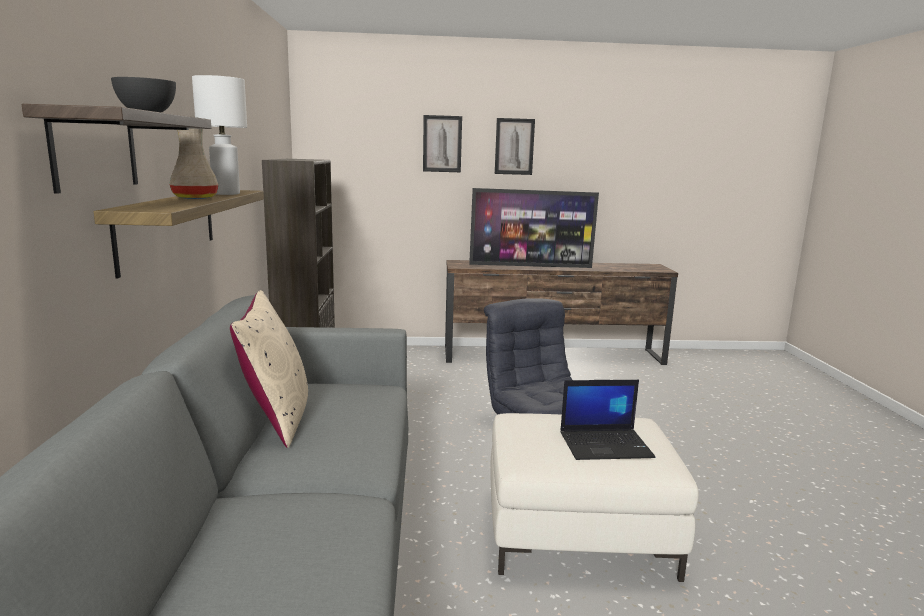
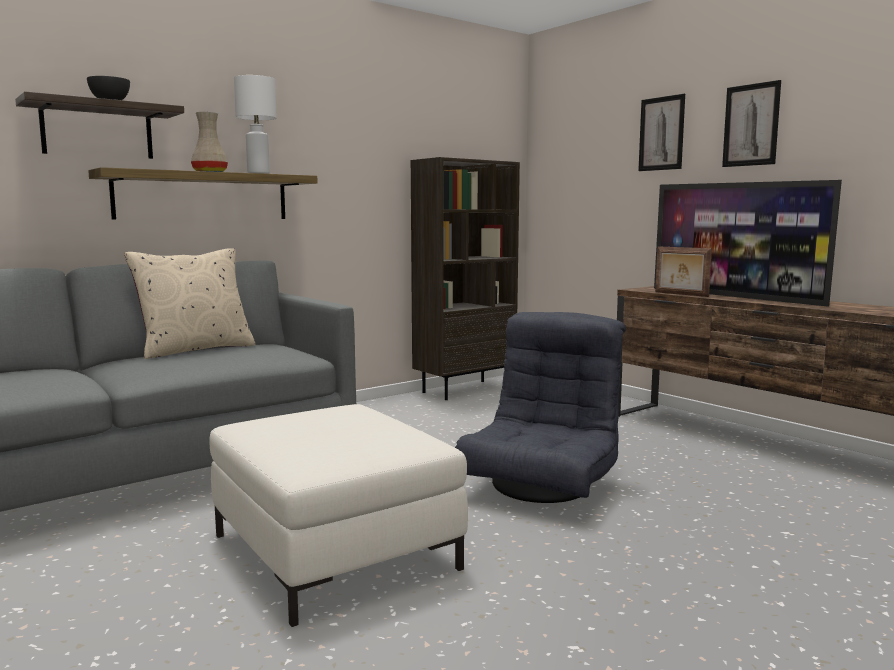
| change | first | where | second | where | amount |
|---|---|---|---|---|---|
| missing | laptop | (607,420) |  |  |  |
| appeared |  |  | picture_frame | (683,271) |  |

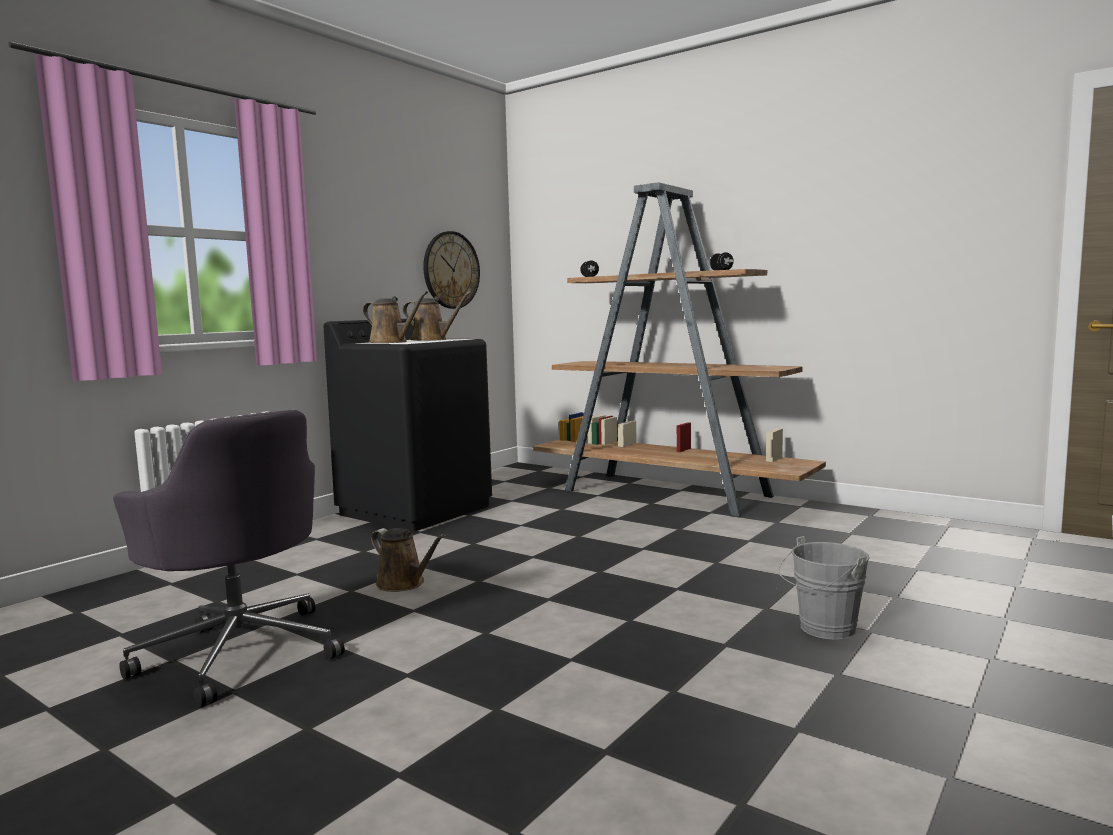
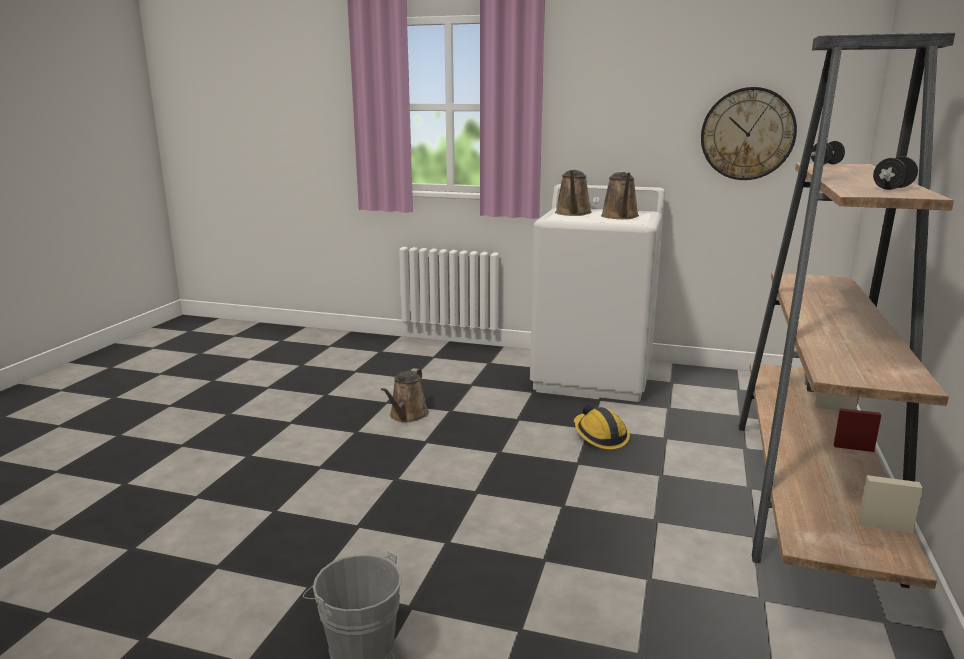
| change | first | where | second | where | amount |
|---|---|---|---|---|---|
| missing | grey_office_chair | (229,558) |  |  |  |
| appeared |  |  | hard_hat | (602,427) |  |
| colour | black_washing_machine | (408,425) | white_washing_machine | (597,293) |  |

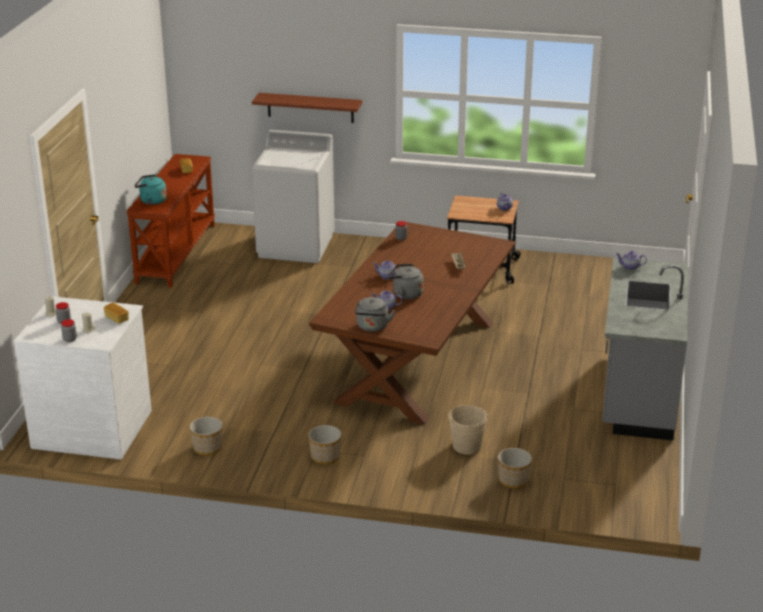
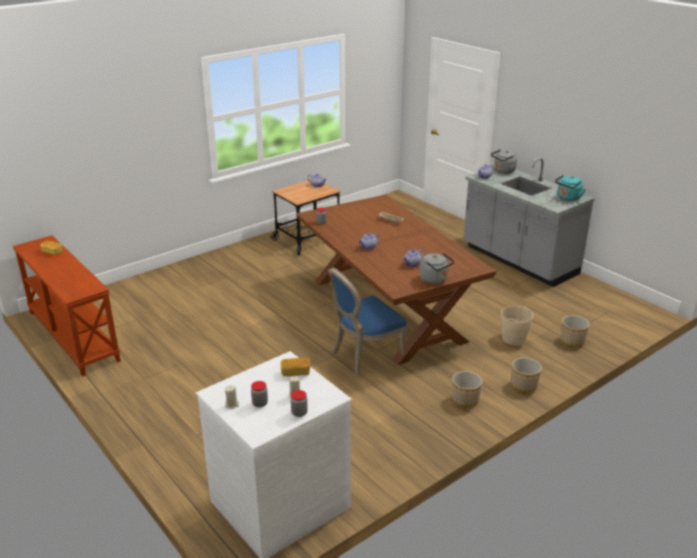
| change | first | where | second | where | amount |
|---|---|---|---|---|---|
| missing | brown_shelf | (307,108) |  |  |  |
| missing | white_washing_machine | (293,196) |  |  |  |
| appeared |  |  | blue_chair | (367,321) |  |
| relocated | turquoise_kettle | (150,189) |  | (570,188) |  |
| relocated | planter | (206,436) |  | (526,375) |  |
| relocated | grey_kettle | (406,281) |  | (504,161) |  |

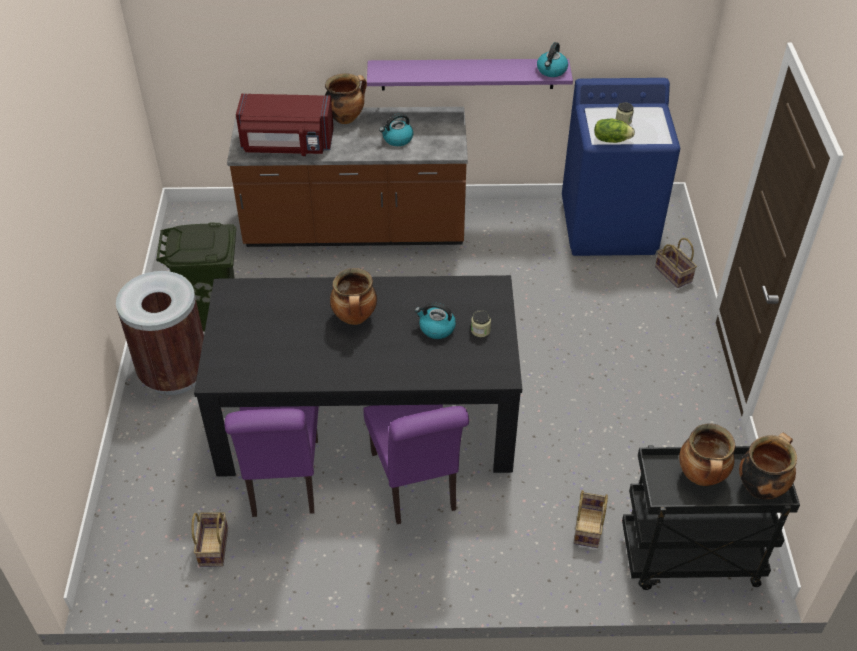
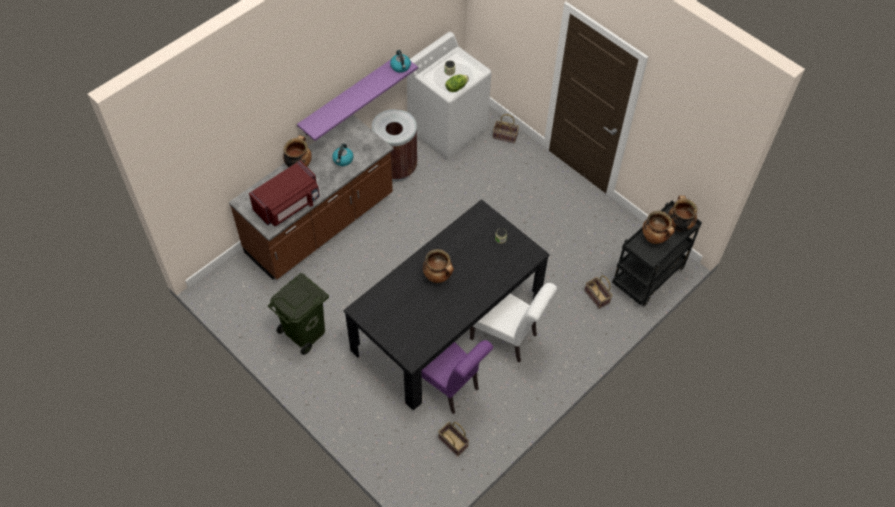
| change | first | where | second | where | amount |
|---|---|---|---|---|---|
| missing | kettle | (435,321) |  |  |  |
| relocated | brown_trash_can | (160,333) |  | (394,145) |  |
| colour | purple_chair | (416,464) | white_chair | (513,323) |  |
| colour | blue_washing_machine | (621,167) | white_washing_machine | (449,96) |  |

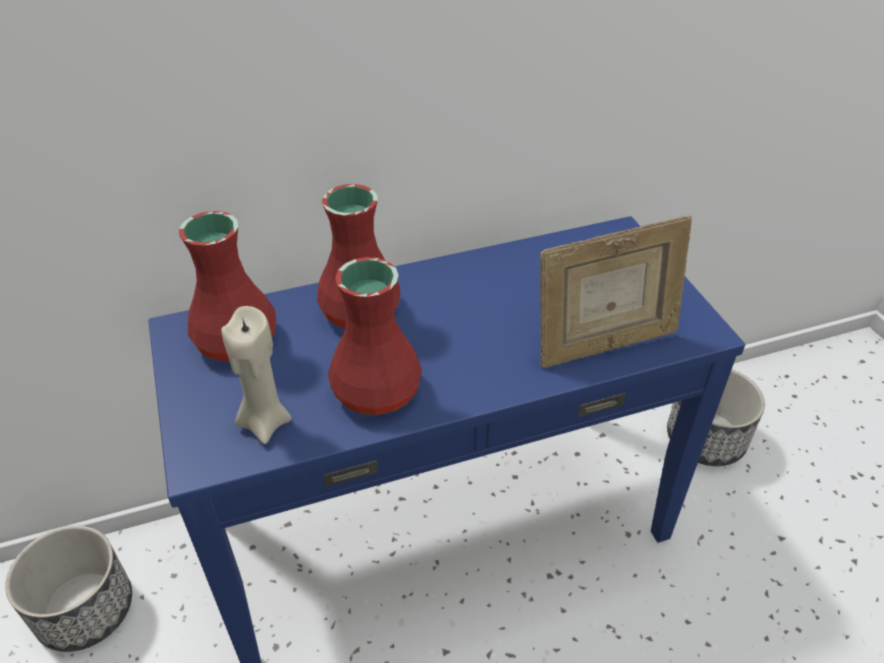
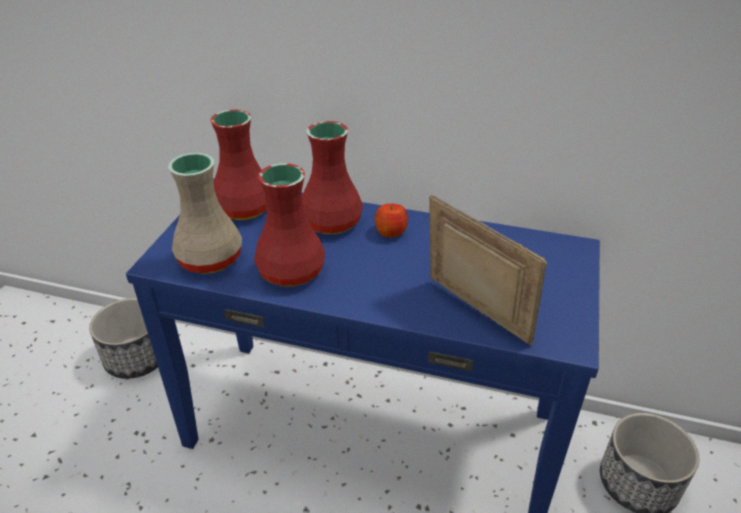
| change | first | where | second | where | amount |
|---|---|---|---|---|---|
| appeared |  |  | apple | (391,220) |  |
| exchanged | beige_candle | (256,375) | beige_vase | (205,213) |  |
| spun | picture_frame | (616,291) |  | (488,270) | 150 degrees counterclockwise |

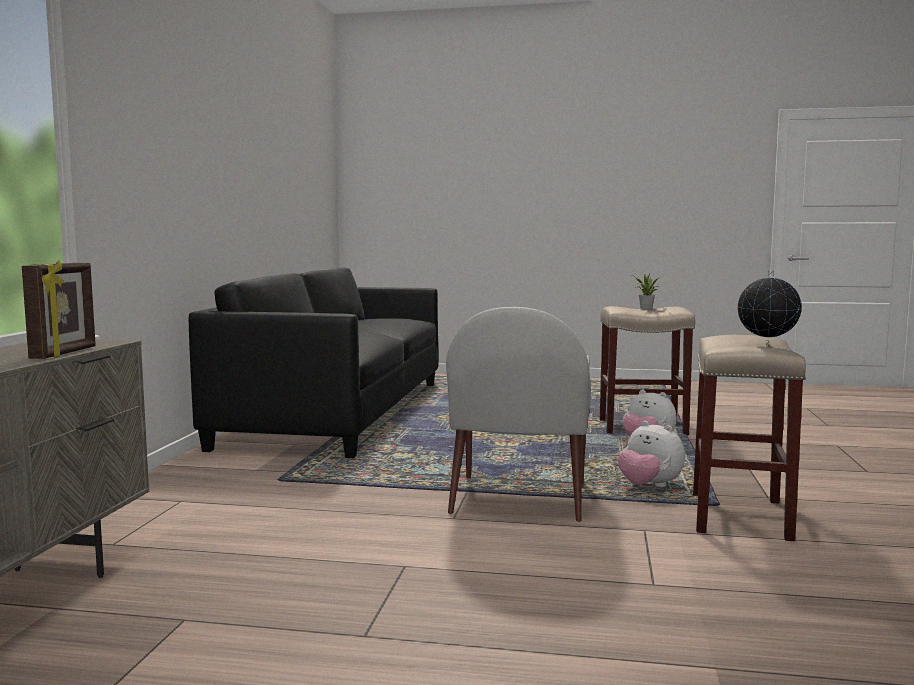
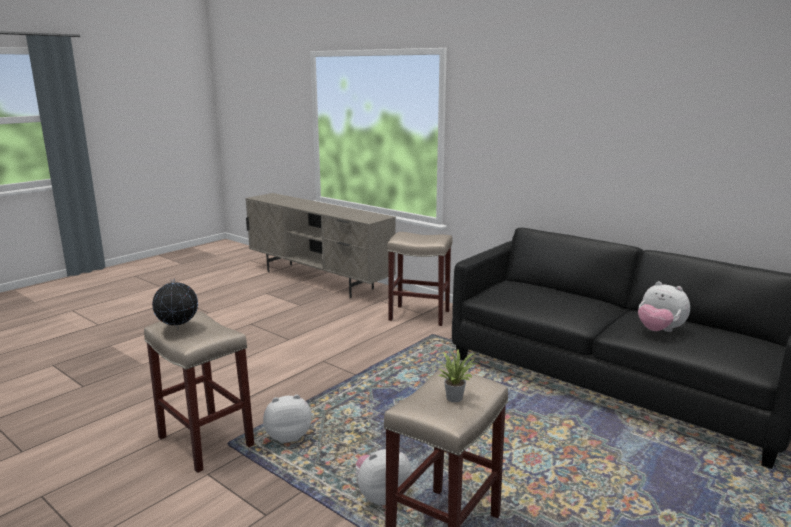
| change | first | where | second | where | amount |
|---|---|---|---|---|---|
| missing | picture_frame | (59,310) |  |  |  |
| missing | white_armchair | (518,414) |  |  |  |
| appeared |  |  | beige_stool | (420,279) |  |
| appeared |  |  | plush_toy | (664,306) |  |

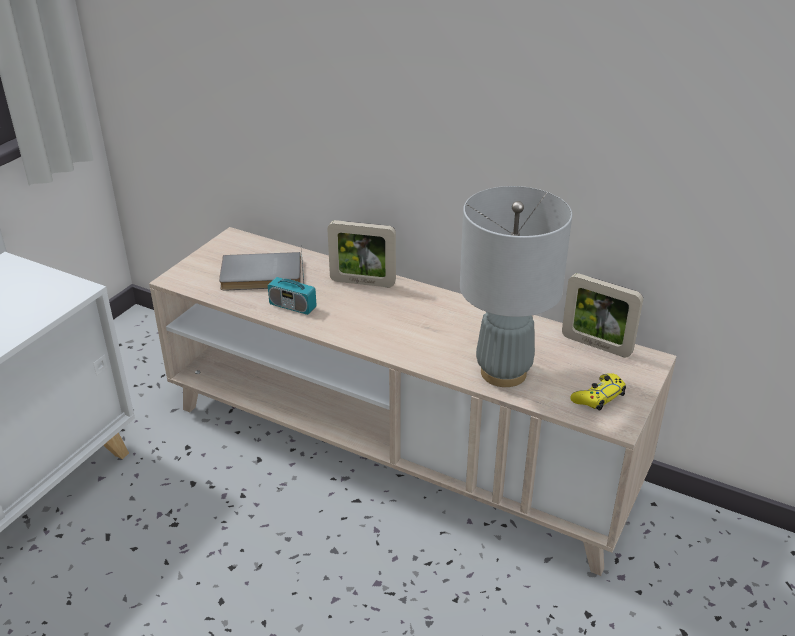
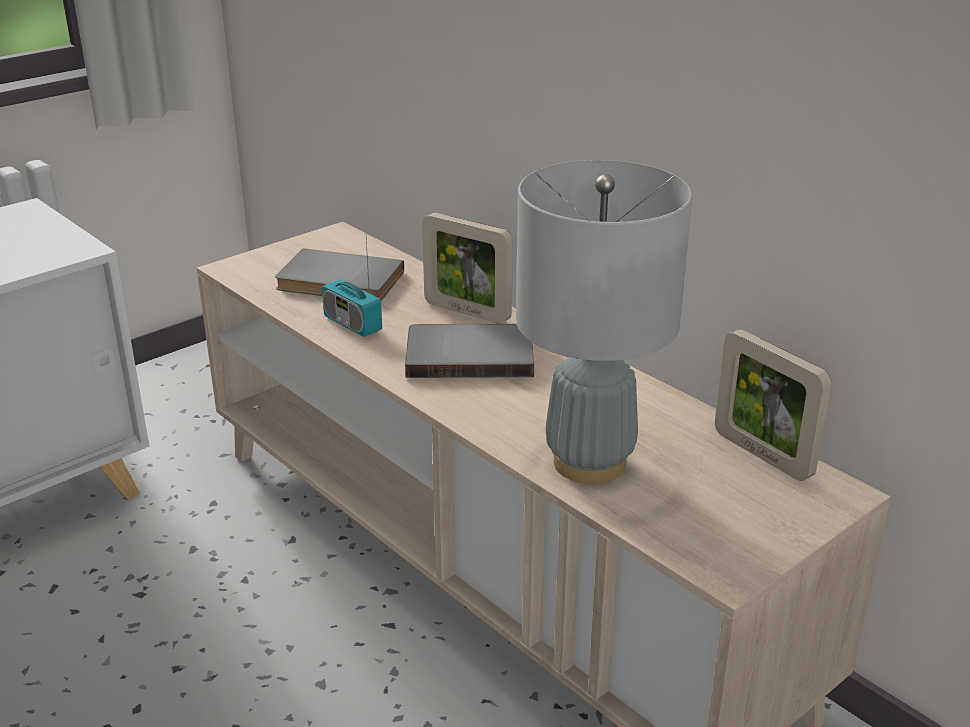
| change | first | where | second | where | amount |
|---|---|---|---|---|---|
| missing | yellow_game_controller | (598,392) |  |  |  |
| appeared |  |  | grey_book | (469,351) |  |

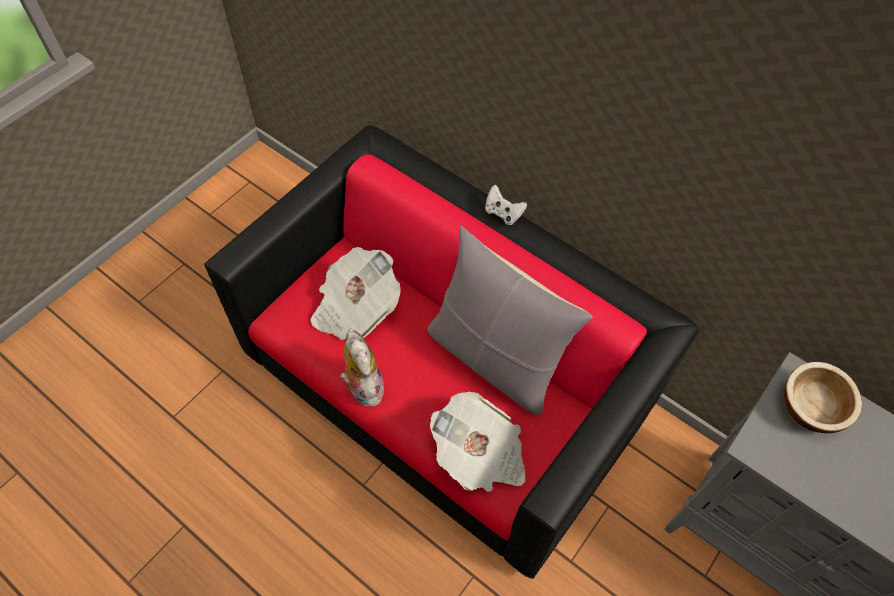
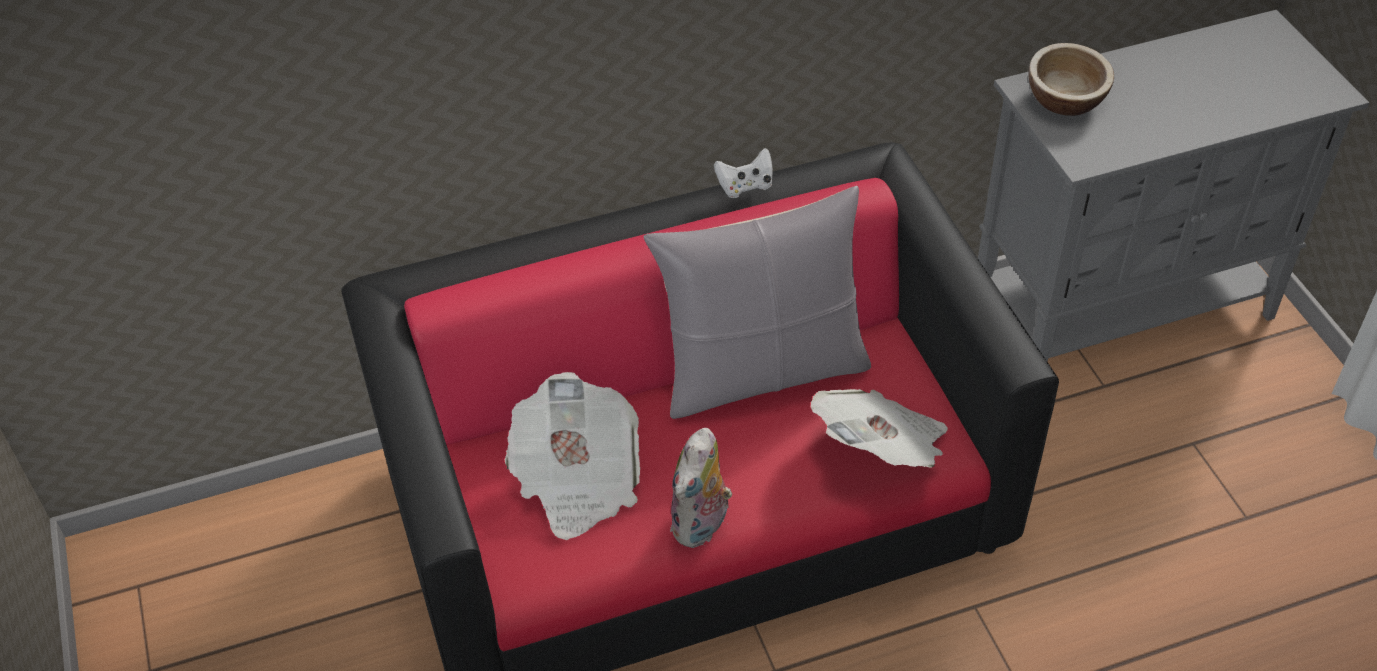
| change | first | where | second | where | amount |
|---|---|---|---|---|---|
| relocated | white_game_controller | (506,205) |  | (743,173) |  |
| spun | plush_toy | (362,368) |  | (701,488) | 75 degrees counterclockwise |

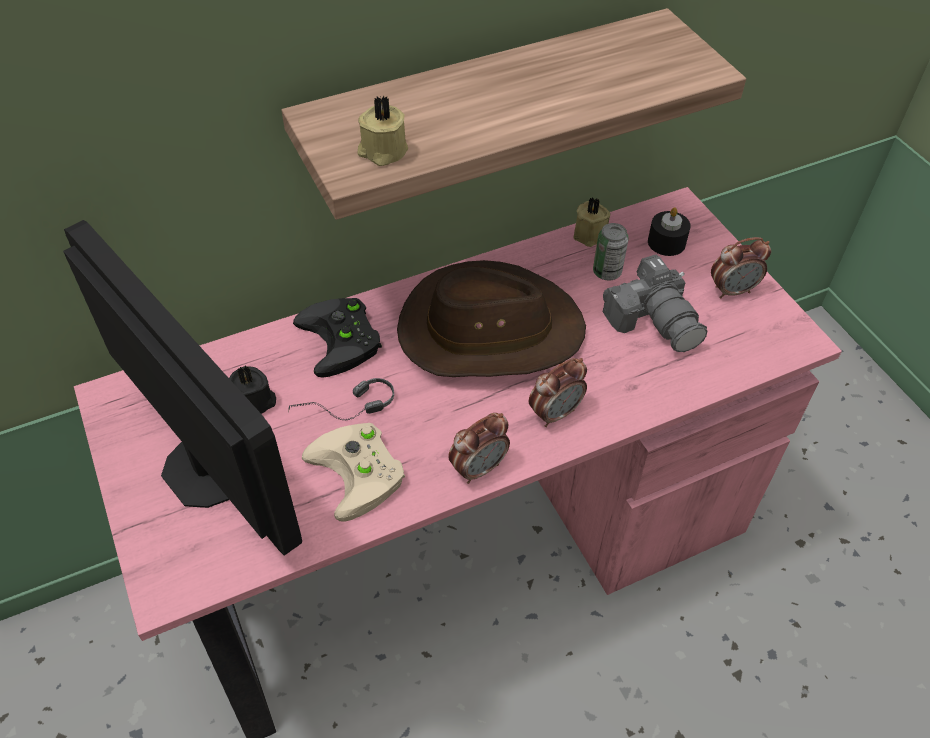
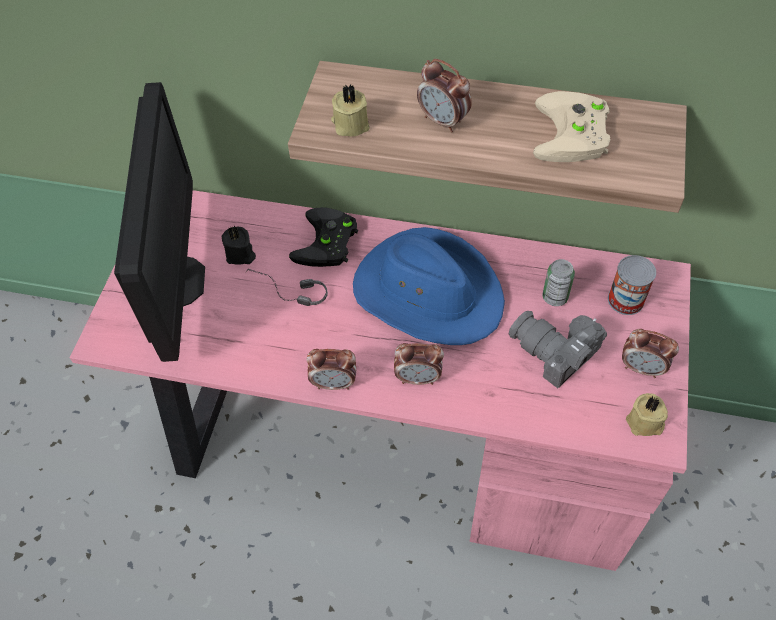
| change | first | where | second | where | amount |
|---|---|---|---|---|---|
| appeared |  |  | alarm_clock | (444,95) |  |
| relocated | beige_game_controller | (353,472) |  | (572,126) |  |
| relocated | beige_candle | (591,222) |  | (647,414) |  |
| exchanged | black_candle | (669,231) | can | (632,285) |  |
| colour | brown_hat | (491,318) | blue_hat | (429,286) |  |
| spun | photo_camera | (655,303) |  | (558,349) | 120 degrees clockwise |

